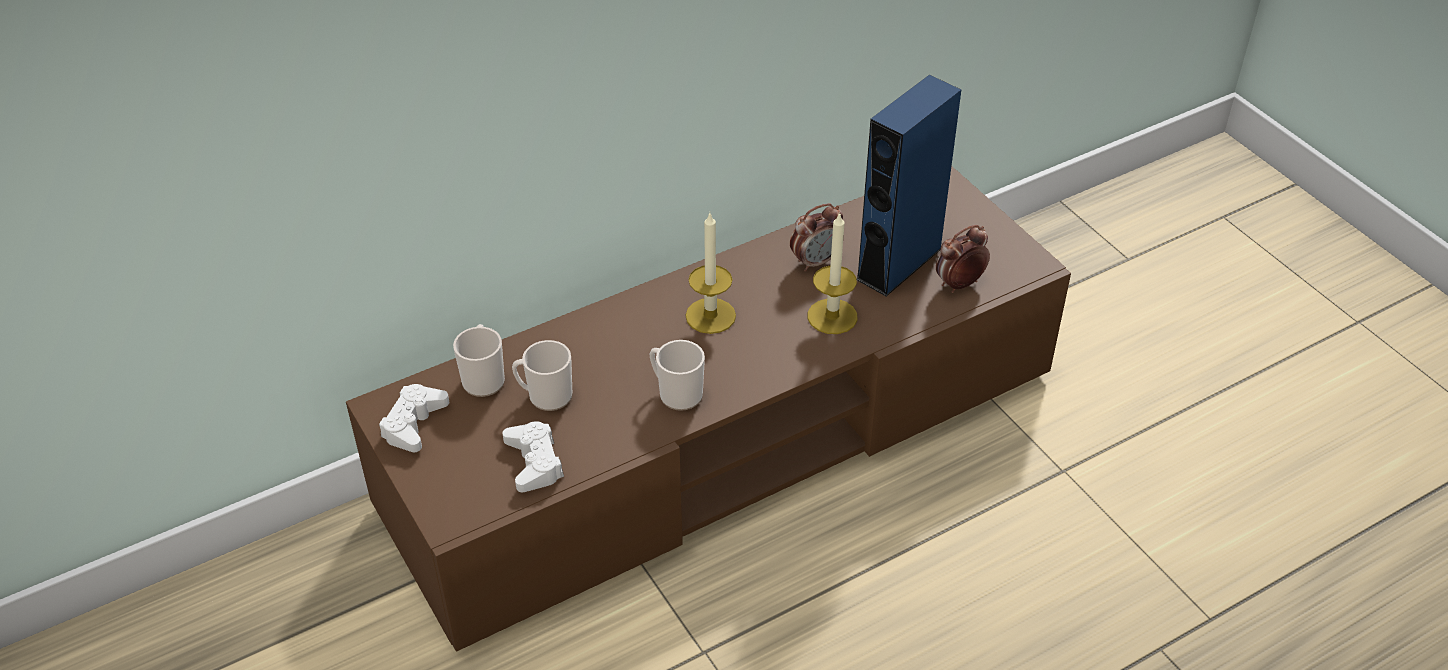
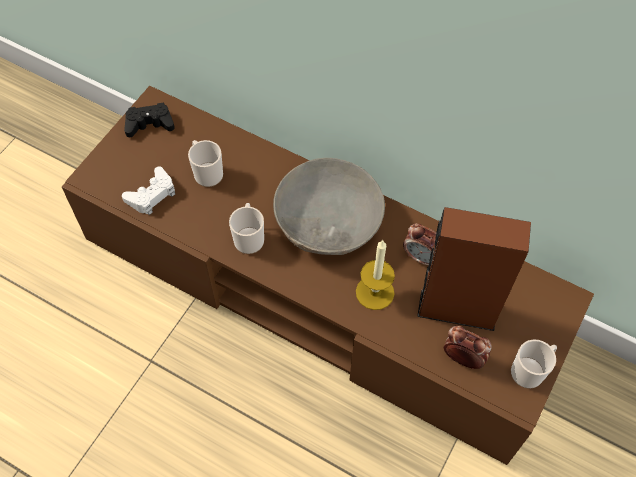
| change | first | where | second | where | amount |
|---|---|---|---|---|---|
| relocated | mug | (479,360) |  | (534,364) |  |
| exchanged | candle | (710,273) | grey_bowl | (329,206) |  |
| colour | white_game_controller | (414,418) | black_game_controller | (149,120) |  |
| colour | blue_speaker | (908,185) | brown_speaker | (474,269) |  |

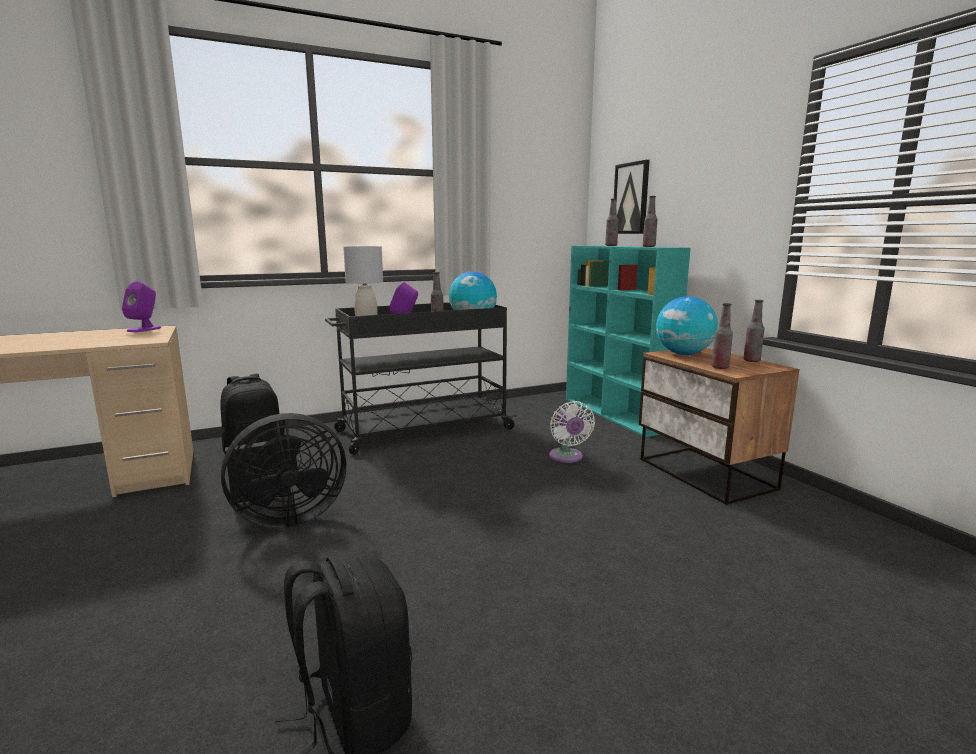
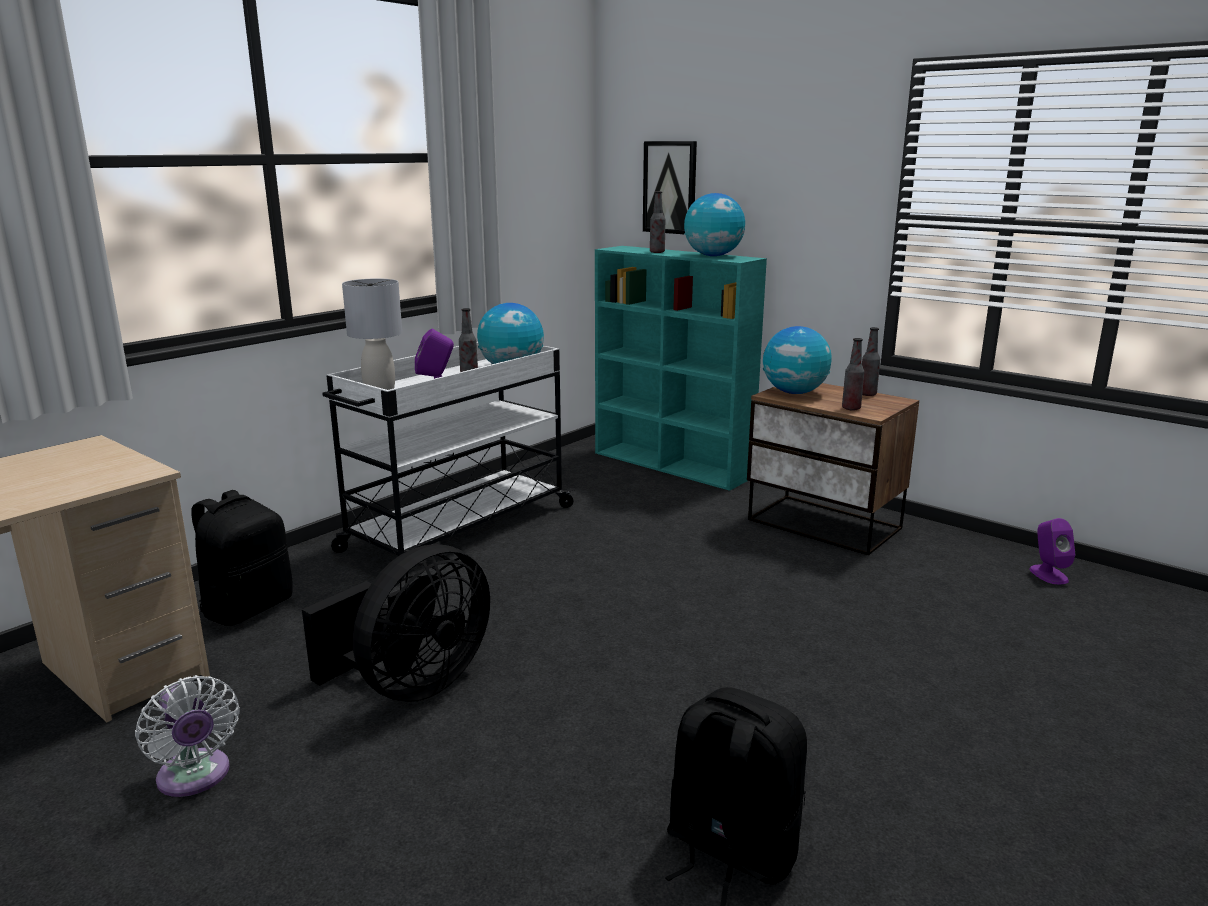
| change | first | where | second | where | amount |
|---|---|---|---|---|---|
| relocated | purple_speaker | (141,306) |  | (1052,551) |  |
| relocated | white_fan | (572,432) |  | (187,736) |  |
| exchanged | bottle | (650,221) | globe | (714,224) |  |
| colour | black_cart | (421,378) | white_cart | (449,461) |  |

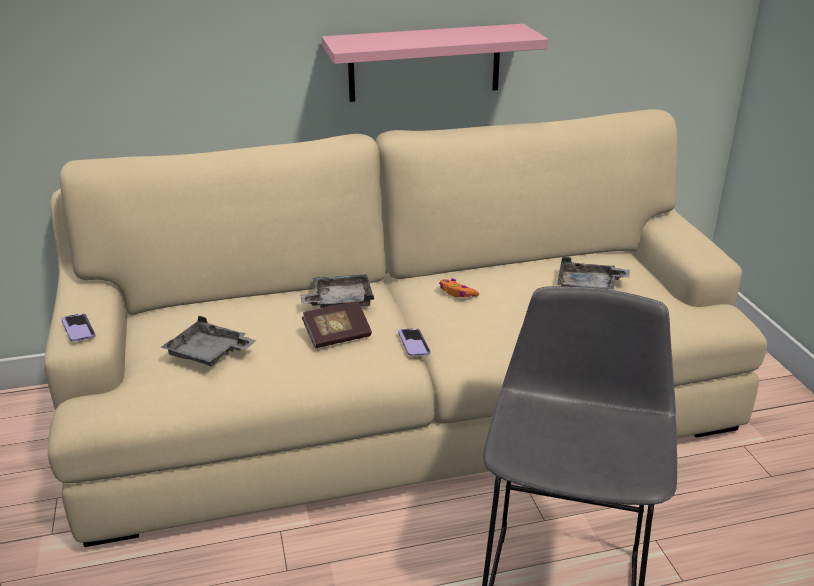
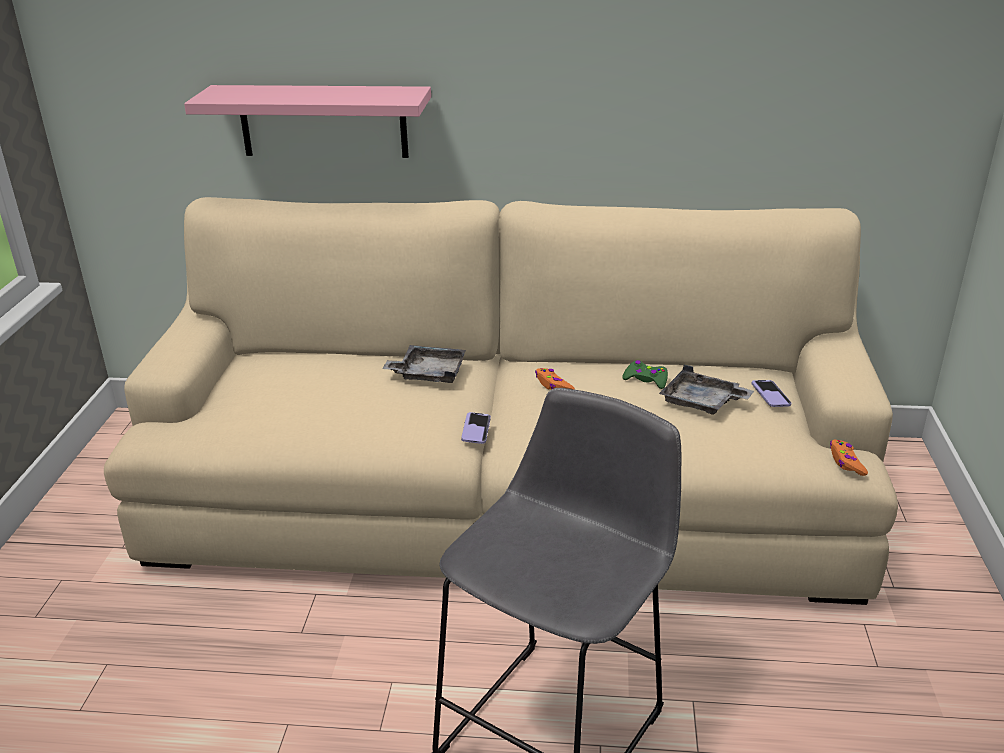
| change | first | where | second | where | amount |
|---|---|---|---|---|---|
| missing | grey_tray | (209,340) |  |  |  |
| missing | book | (337,324) |  |  |  |
| appeared |  |  | green_game_controller | (645,374) |  |
| appeared |  |  | orange_game_controller | (849,457) |  |
| relocated | phone | (78,327) |  | (771,393) |  |
| relocated | pink_shelf | (435,63) |  | (307,121) |  |

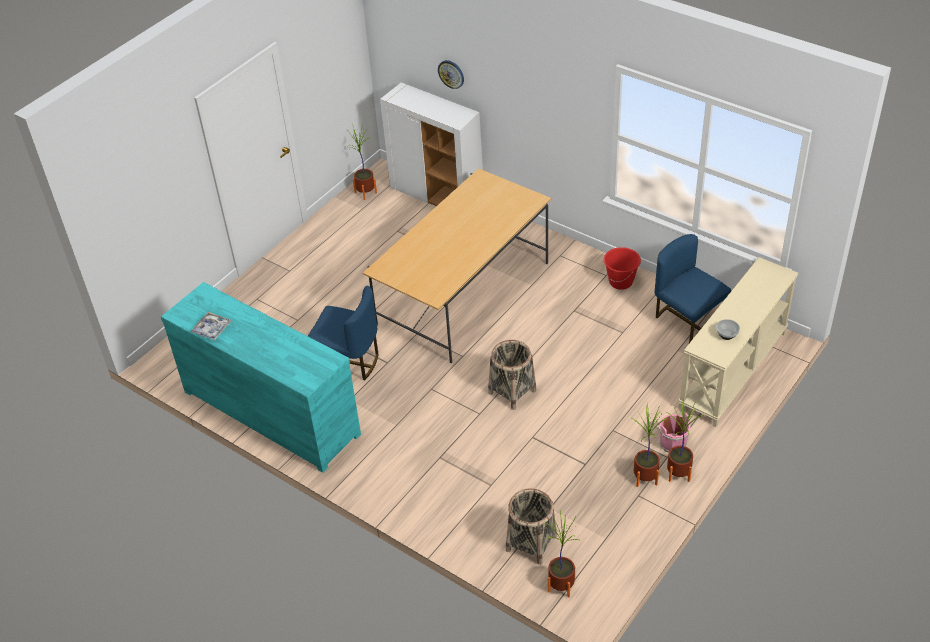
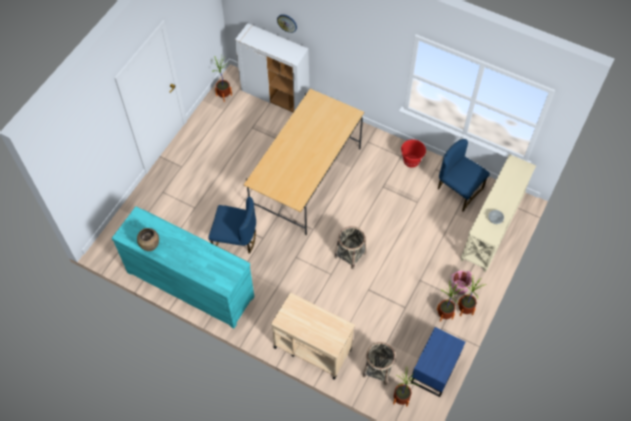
| change | first | where | second | where | amount |
|---|---|---|---|---|---|
| appeared |  |  | beige_cart | (313,336) |  |
| appeared |  |  | blue_nightstand | (438,362) |  |
| exchanged | tray | (211,326) | brown_vase | (148,239) |  |

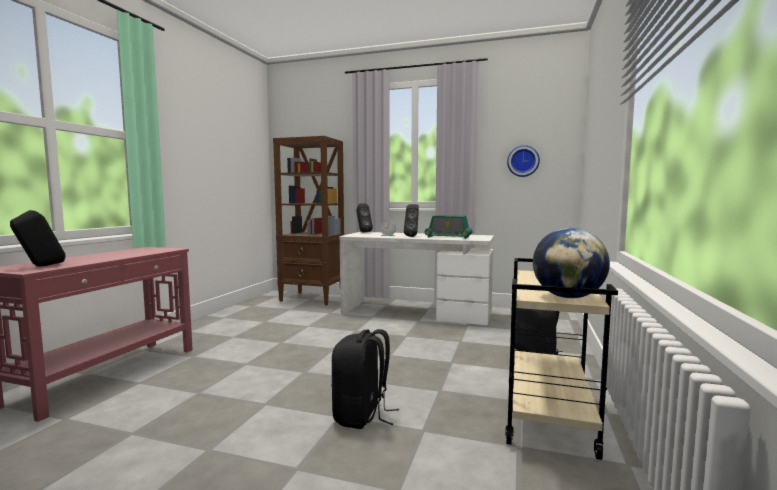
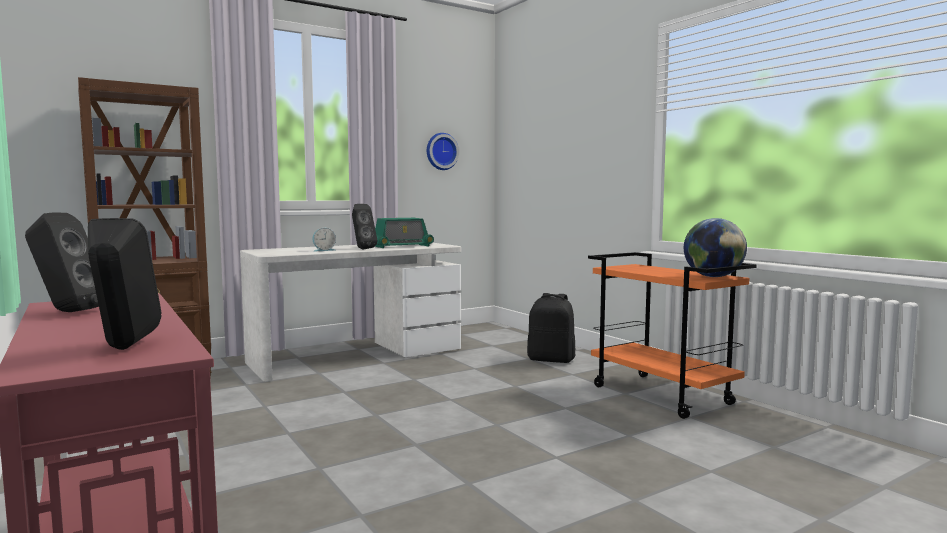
| change | first | where | second | where | amount |
|---|---|---|---|---|---|
| missing | black_backpack | (365,379) |  |  |  |
| relocated | black_speaker | (364,218) |  | (62,262) |  |
| colour | beige_cart | (561,359) | orange_cart | (672,335) |  |

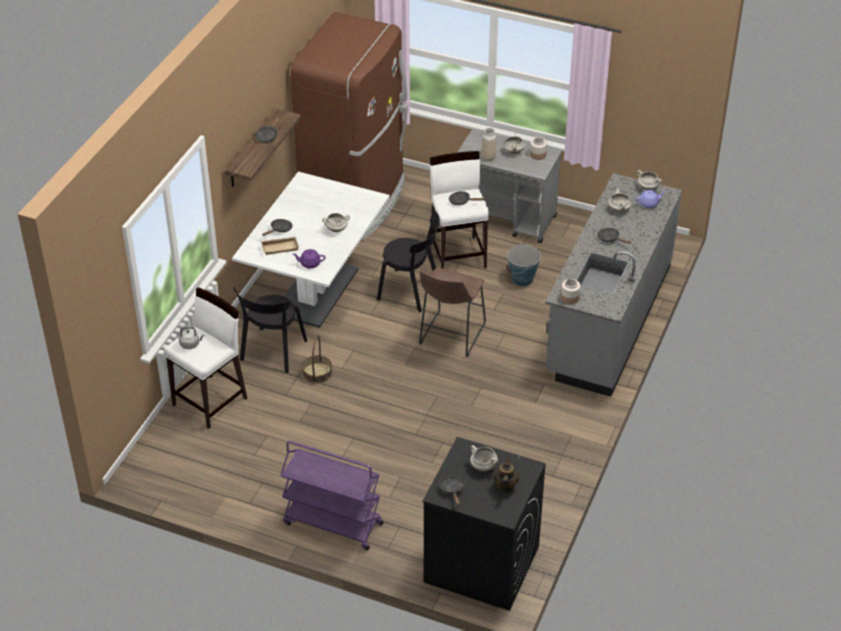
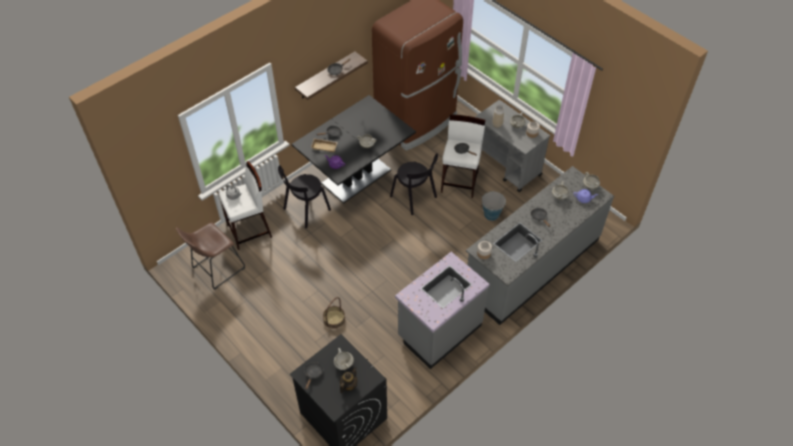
| change | first | where | second | where | amount |
|---|---|---|---|---|---|
| missing | purple_cart | (332,495) |  |  |  |
| appeared |  |  | grey_counter | (442,310) |  |
| relocated | basket | (317,359) |  | (334,313) |  |
| relocated | brown_stool | (452,312) |  | (210,256) |  |
| colour | white_dining_table | (311,250) | black_dining_table | (354,149) |  |

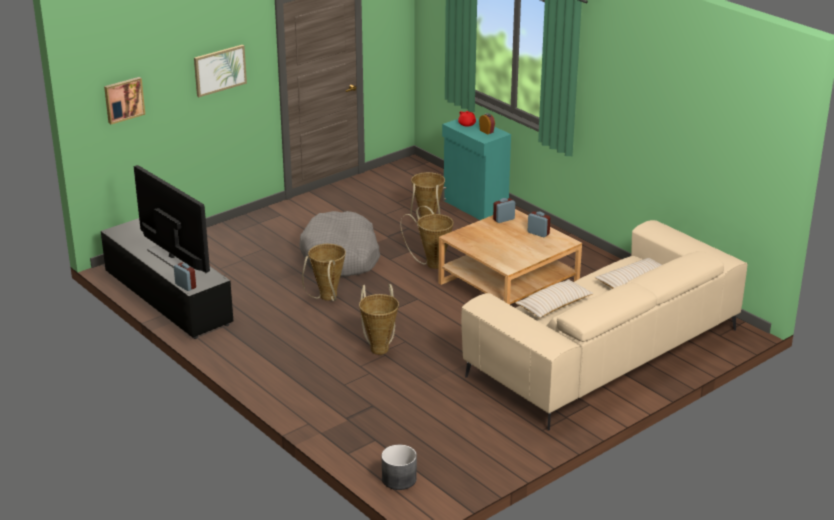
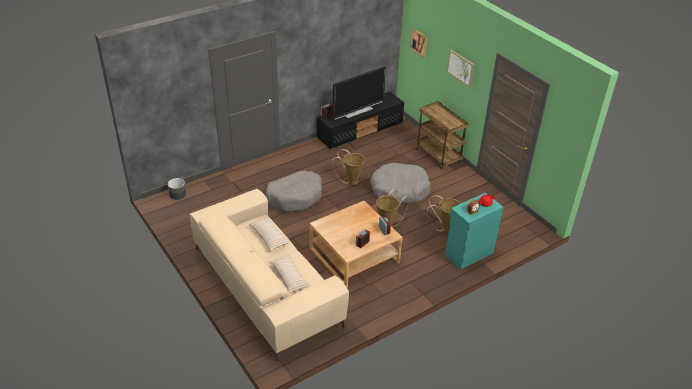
| change | first | where | second | where | amount |
|---|---|---|---|---|---|
| appeared |  |  | brown_cart | (442,135) |  |
| exchanged | basket | (379,319) | grey_dog_bed | (294,191) |  |

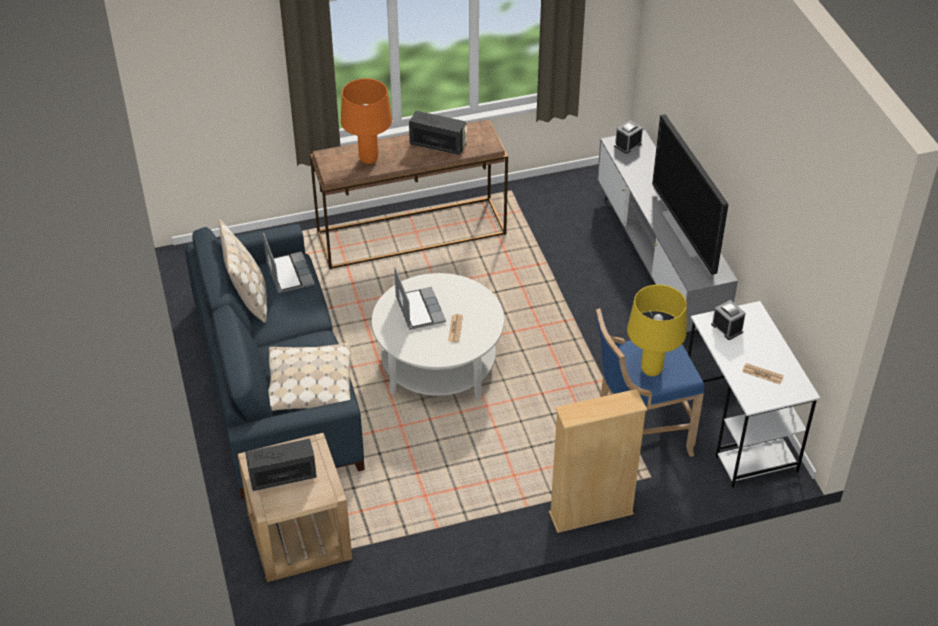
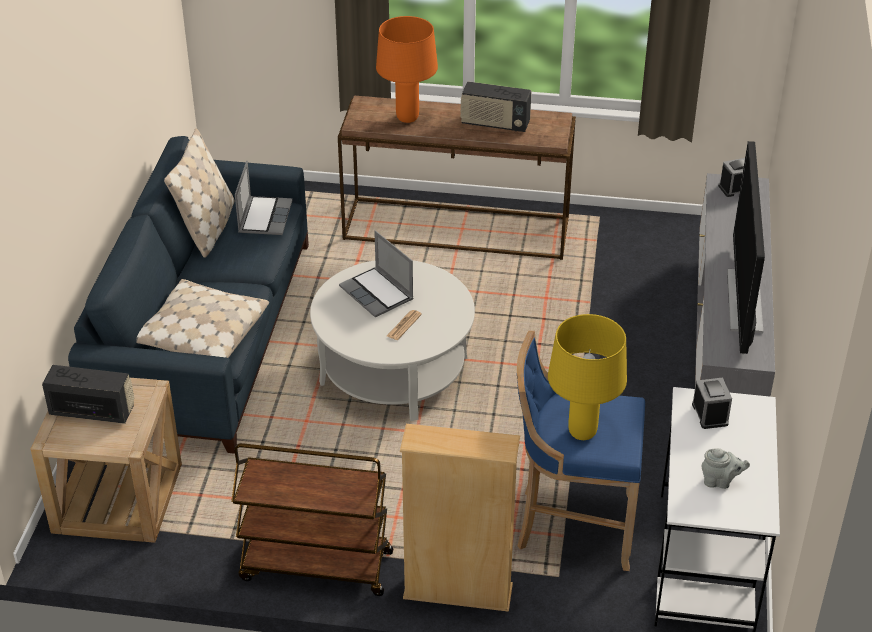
| change | first | where | second | where | amount |
|---|---|---|---|---|---|
| appeared |  |  | brown_cart | (312,519) |  |
| exchanged | newspaper | (763,373) | grey_teapot | (725,468) |  |
| spun | laptop | (420,298) |  | (376,274) | 135 degrees clockwise |
| spun | radio | (438,133) |  | (496,106) | 150 degrees clockwise |

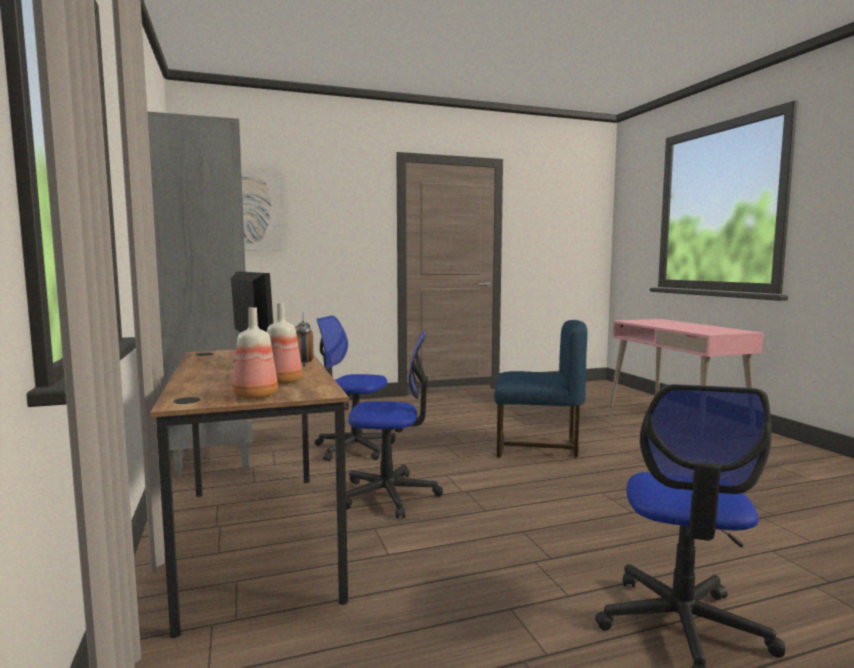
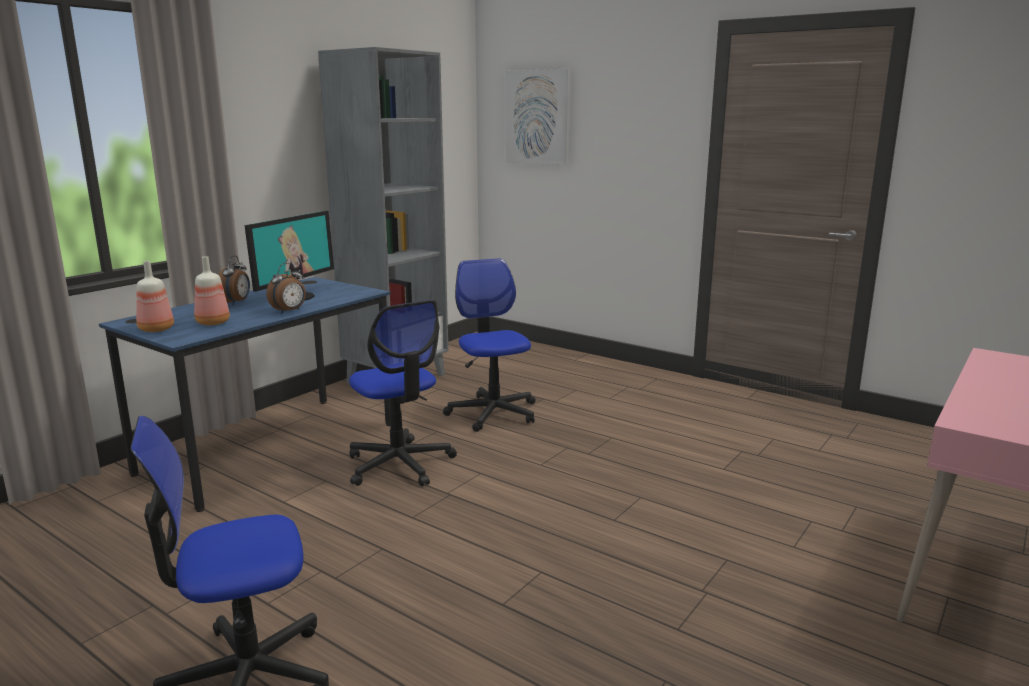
| change | first | where | second | where | amount |
|---|---|---|---|---|---|
| missing | blue_chair | (541,389) |  |  |  |
| appeared |  |  | alarm_clock | (234,280) |  |
| colour | brown_desk | (249,494) | blue_desk | (245,394) |  |

